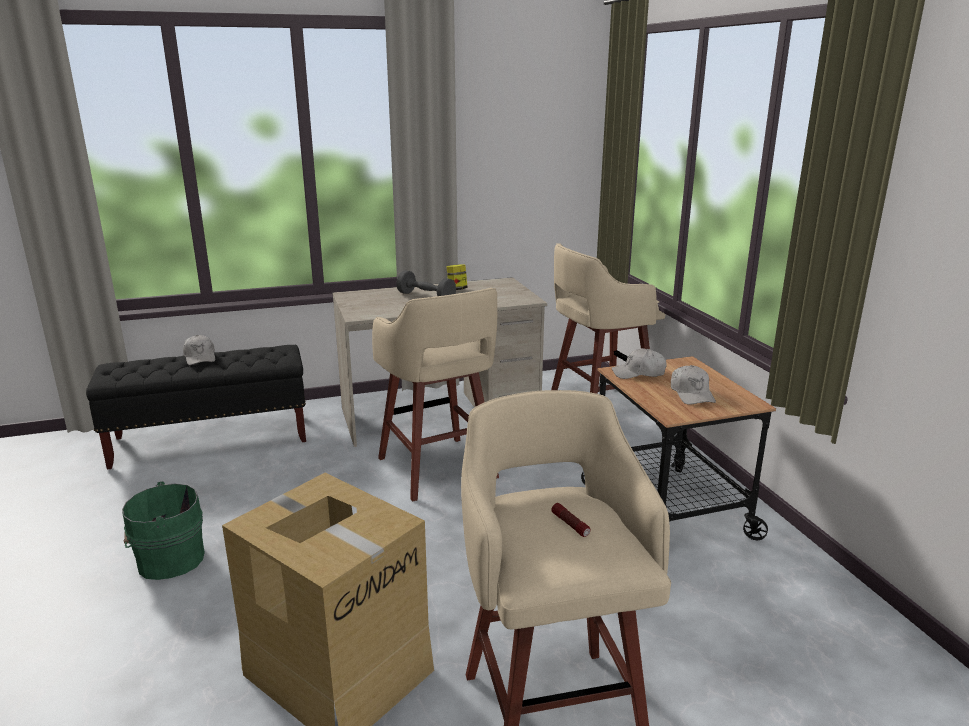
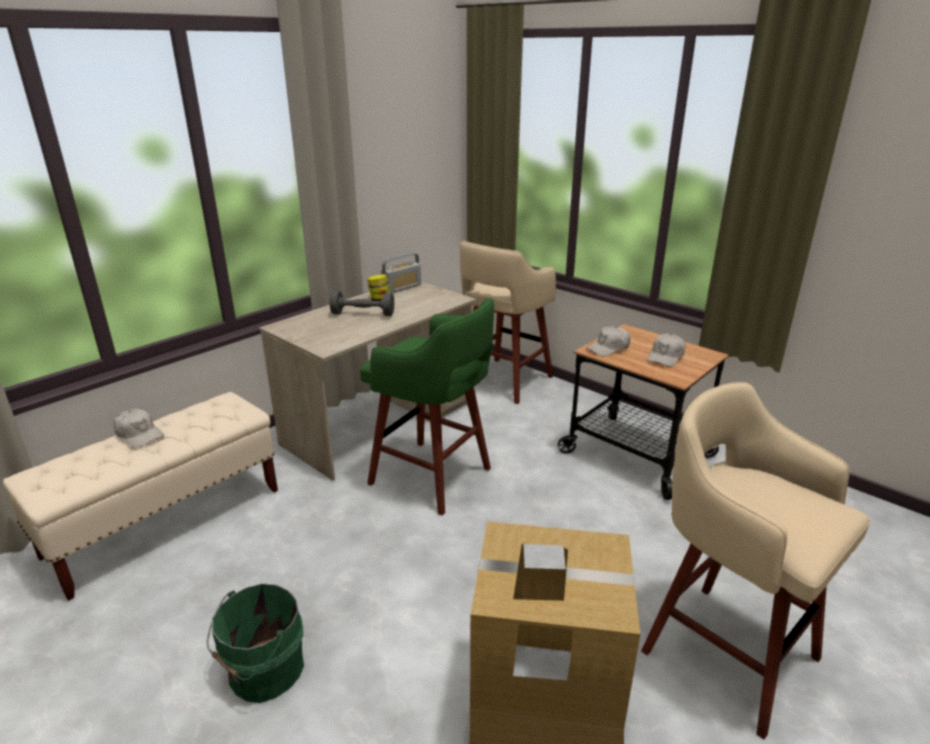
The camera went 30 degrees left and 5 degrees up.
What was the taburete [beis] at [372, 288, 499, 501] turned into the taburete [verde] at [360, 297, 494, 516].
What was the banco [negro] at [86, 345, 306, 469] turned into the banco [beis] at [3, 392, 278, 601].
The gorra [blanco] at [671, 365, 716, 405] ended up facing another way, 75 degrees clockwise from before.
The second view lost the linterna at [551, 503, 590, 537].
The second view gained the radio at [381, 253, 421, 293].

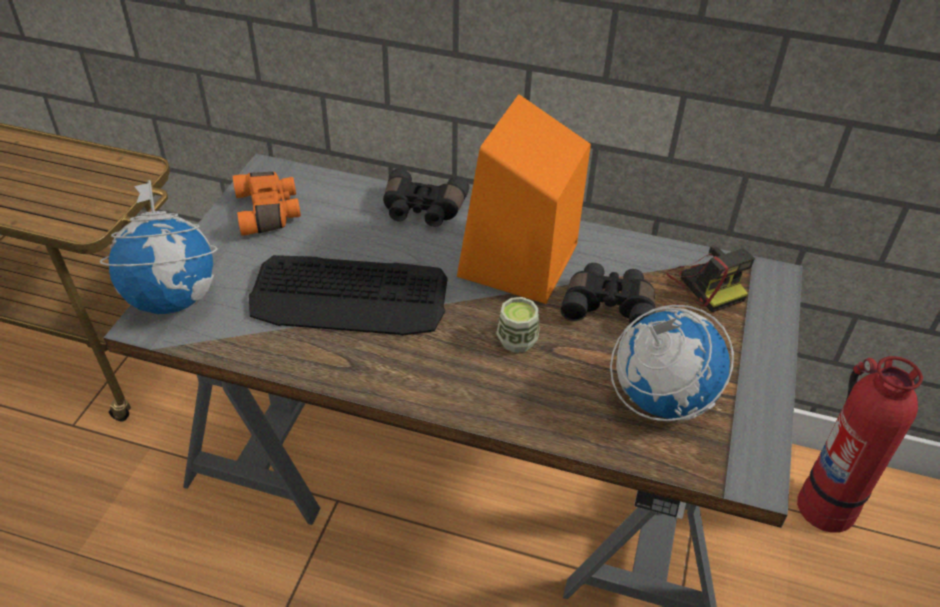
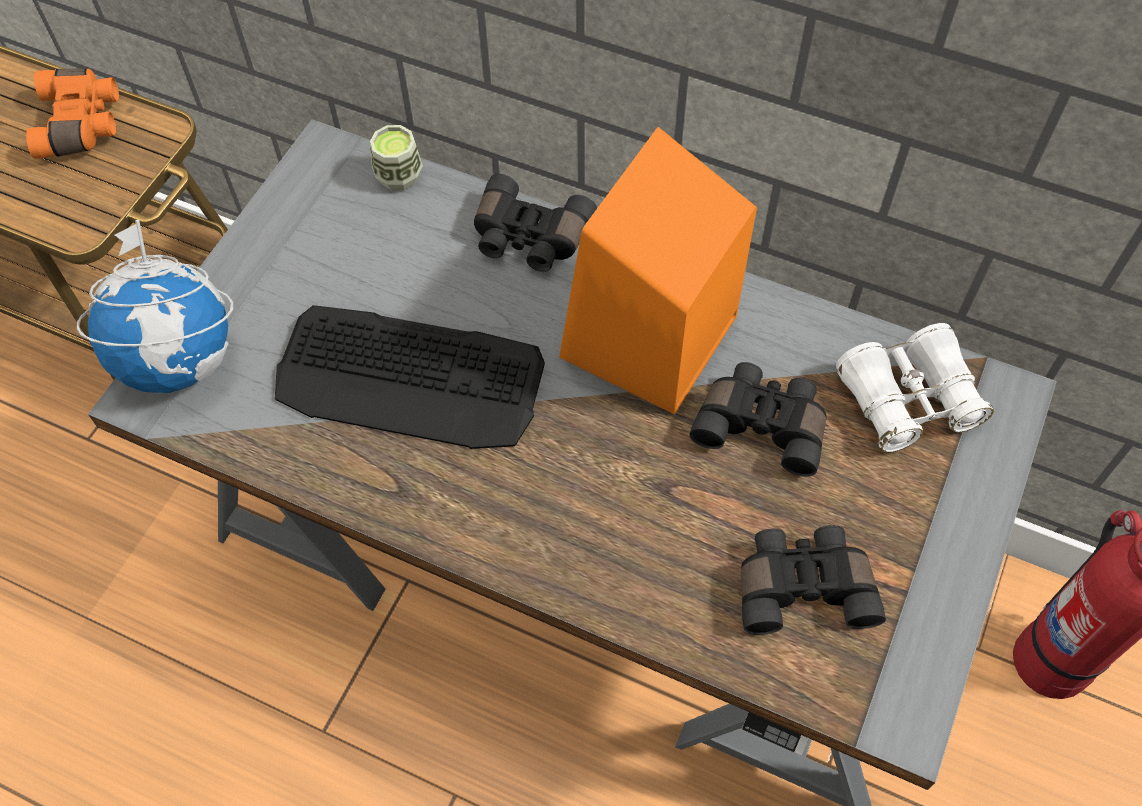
The camera went 10 degrees right and 15 degrees up.
The prismáticos [naranja] ended up elsewhere, having gone from [233, 172, 301, 236] to [26, 69, 119, 159].
Where the cámara stood at [666, 244, 755, 312], the prismáticos [blanco] came to stand at [836, 323, 994, 453].
The taza ended up elsewhere, having gone from [496, 297, 539, 353] to [370, 125, 423, 191].
Where the globo terráqueo stood at [610, 305, 734, 421], the prismáticos [negro] came to stand at [741, 525, 886, 635].

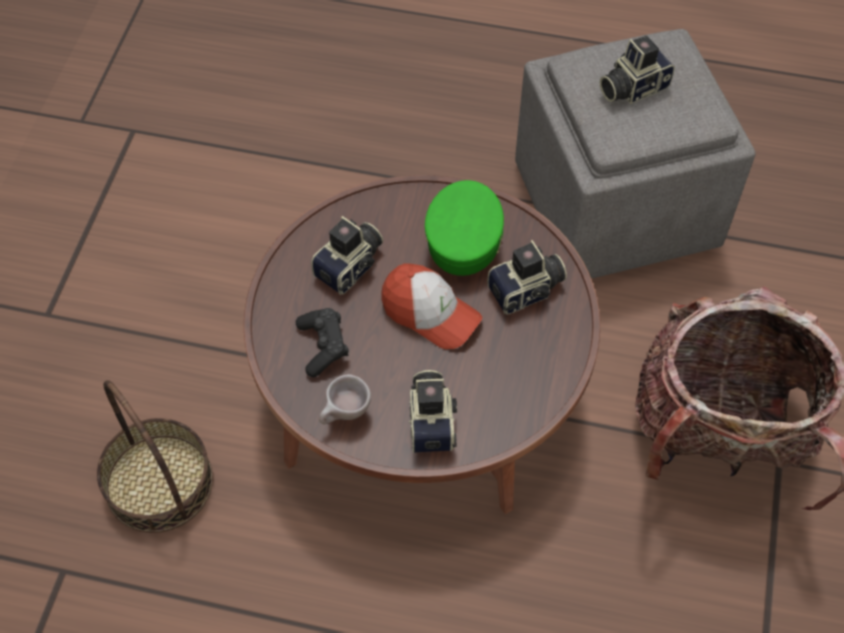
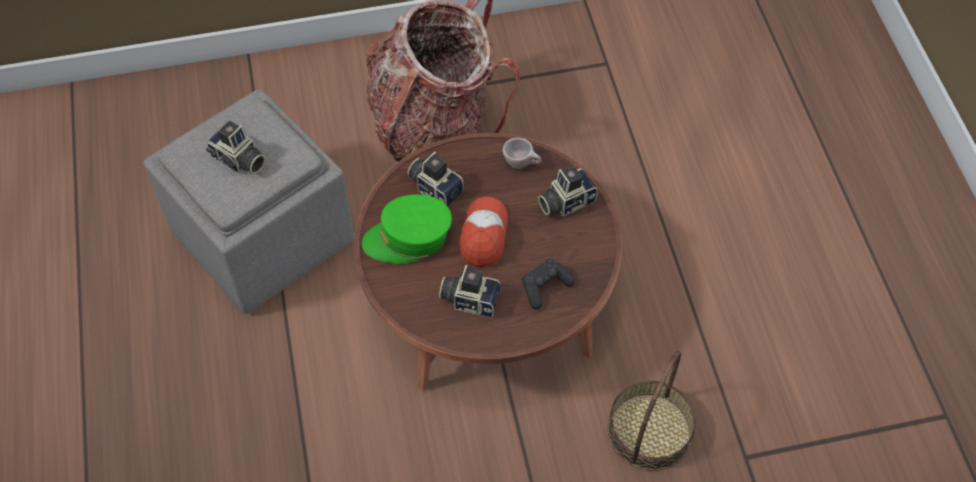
The camera went 115 degrees left and 0 degrees up.
The taza [beis] ended up elsewhere, having gone from [319, 374, 371, 424] to [503, 137, 542, 169].

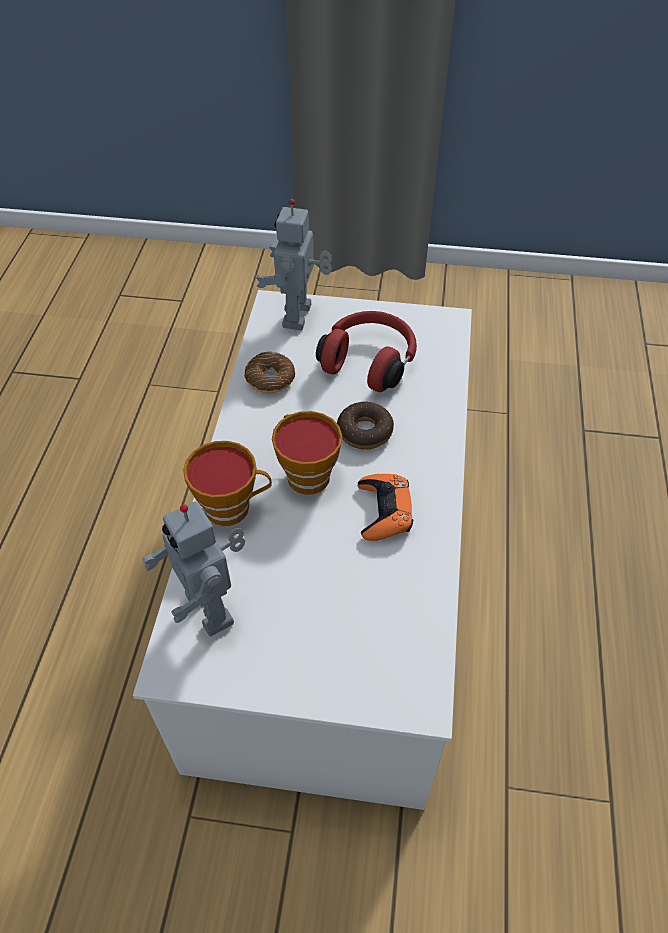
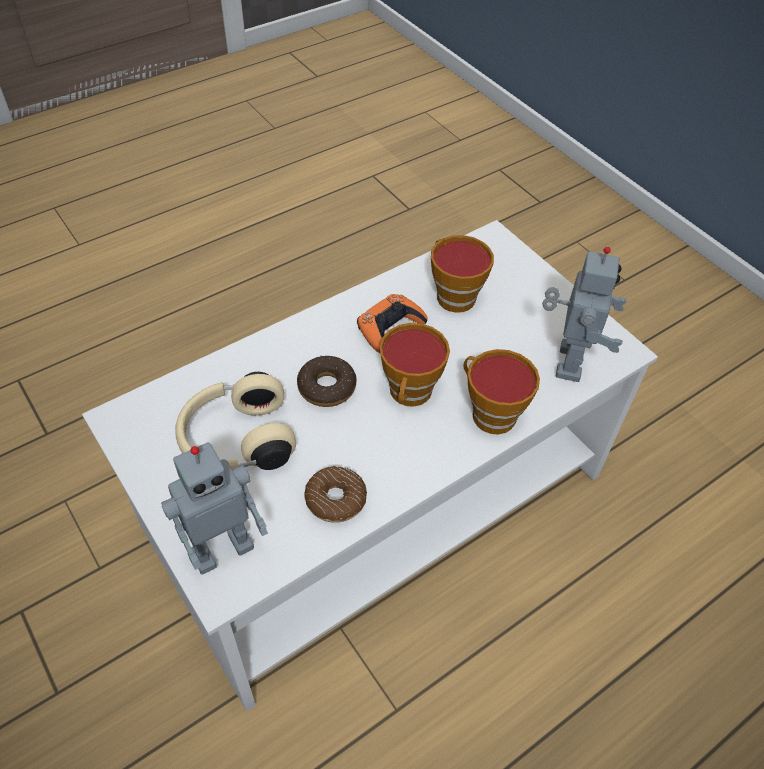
The camera went 135 degrees left and 0 degrees up.
What was the auriculares [rojo] at [316, 311, 417, 392] turned into the auriculares [beis] at [175, 372, 296, 470].
The second view gained the taza at [431, 235, 494, 313].

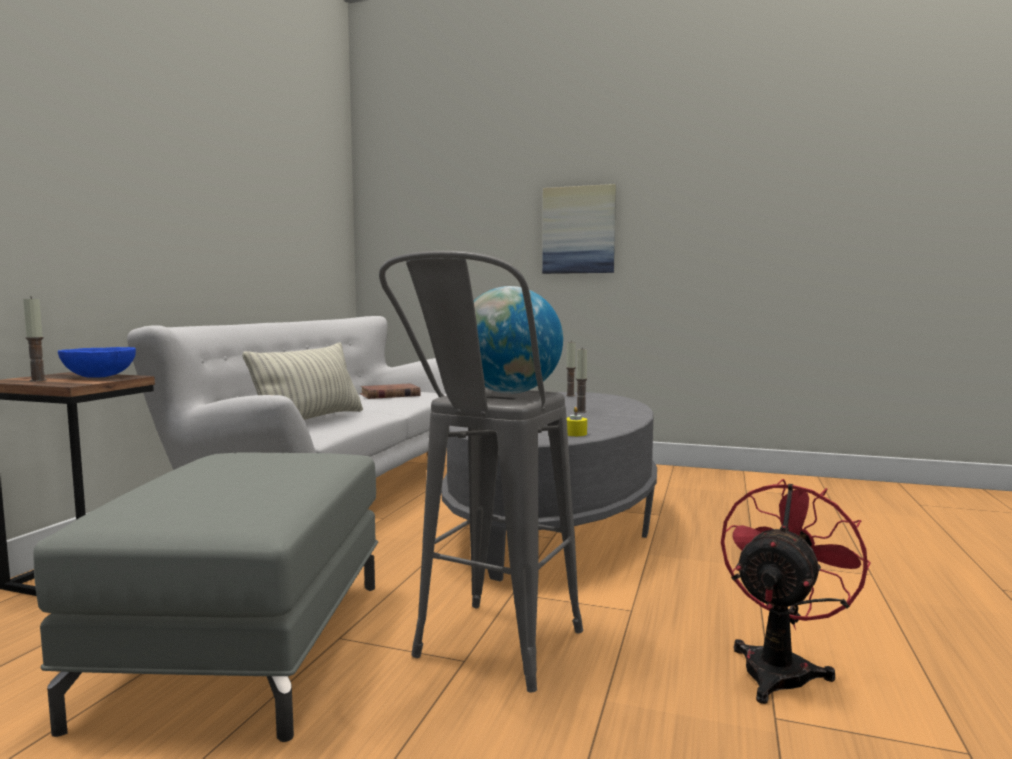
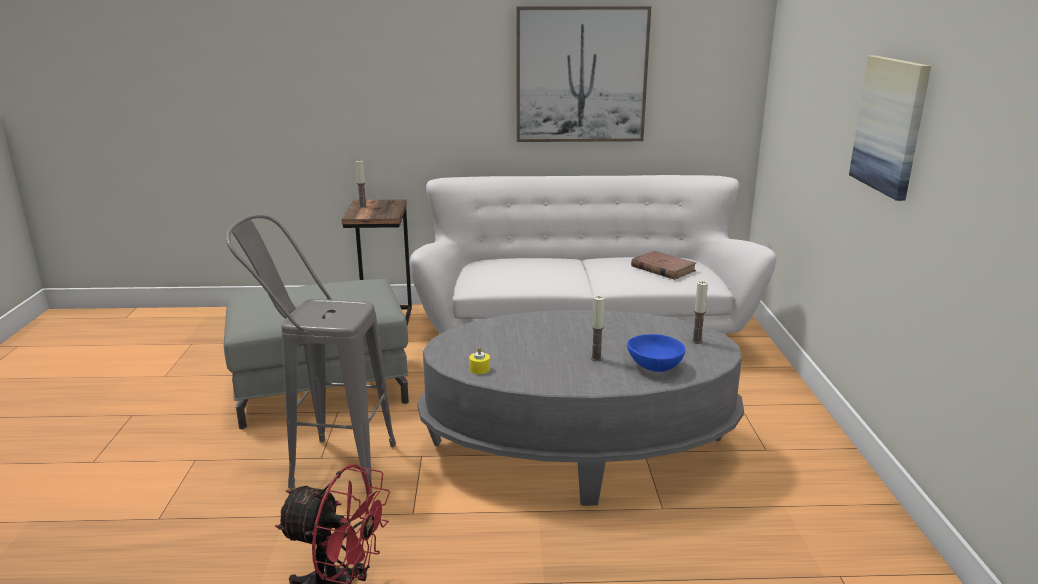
The camera went 70 degrees right and 15 degrees up.
The second view lost the globo terráqueo at [474, 286, 563, 394].
The second view lost the cojín at [242, 342, 363, 420].
The cuenco [azul] ended up elsewhere, having gone from [58, 347, 136, 378] to [627, 334, 685, 372].
The second view gained the cuadro at [517, 6, 651, 142].

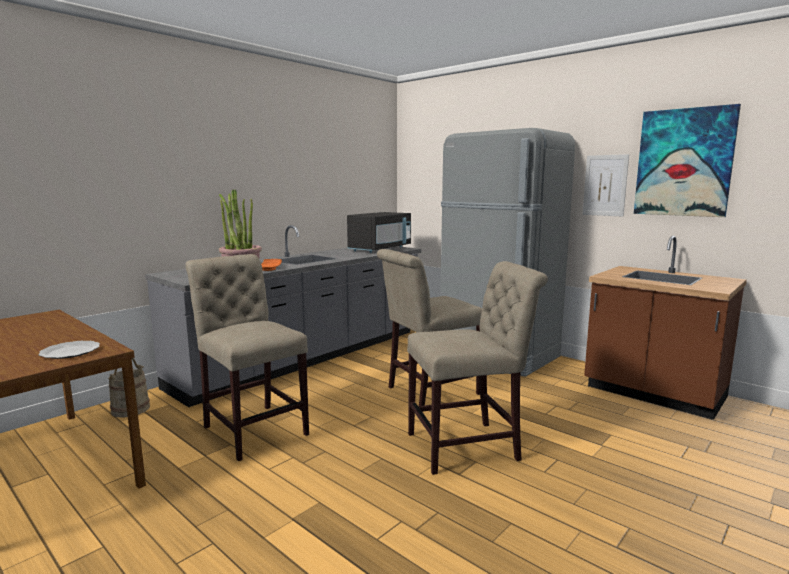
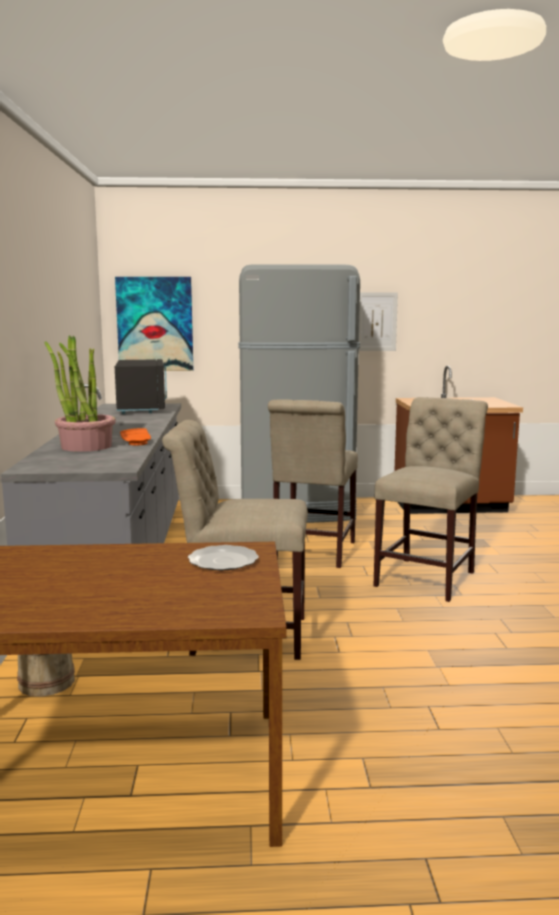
The camera went 45 degrees left and 0 degrees up.
The cuadro ended up elsewhere, having gone from [634, 104, 741, 217] to [115, 277, 193, 371].

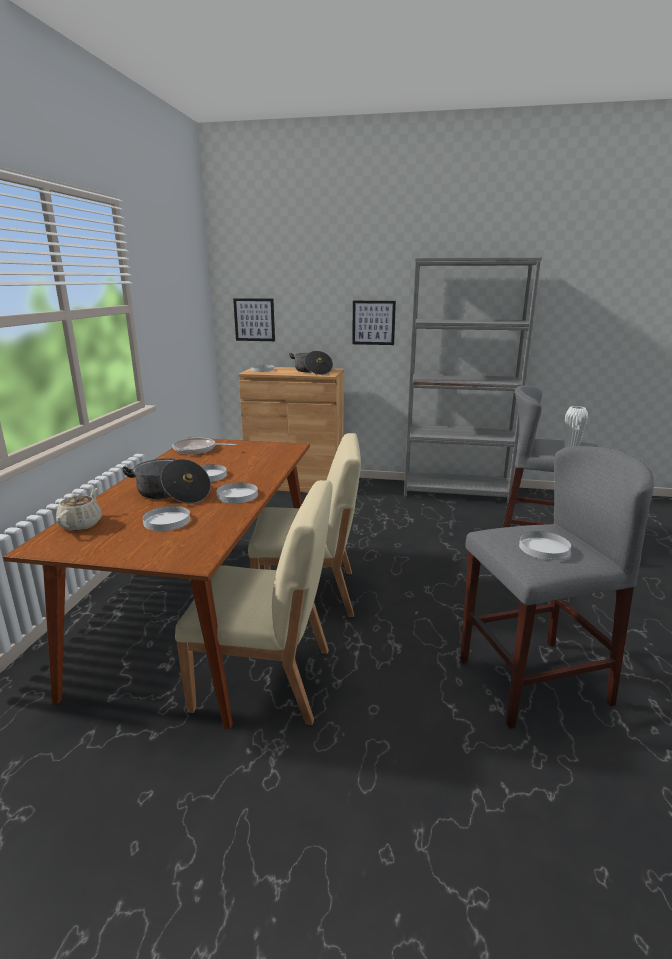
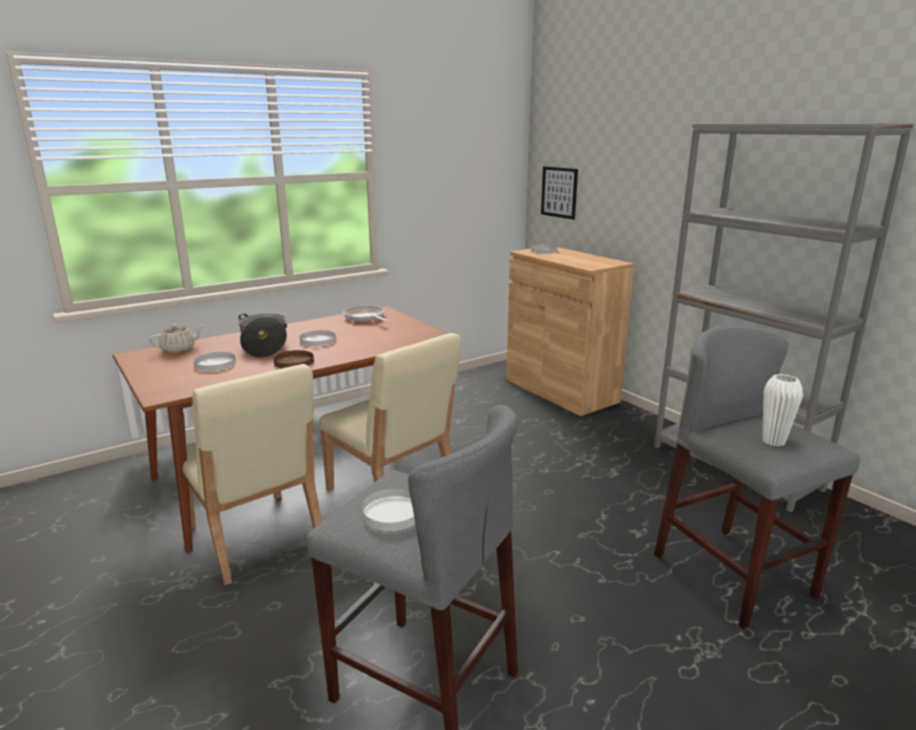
The camera went 45 degrees right and 0 degrees up.
The second view lost the cuadro at [352, 301, 396, 345].
The second view lost the olla at [289, 351, 333, 375].
What was the plato [blanco] at [217, 482, 258, 503] turned into the plato [marrón] at [274, 350, 314, 369].

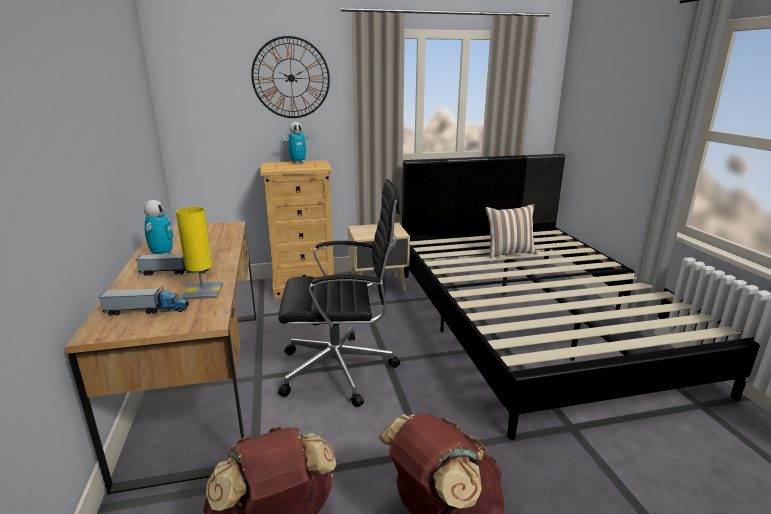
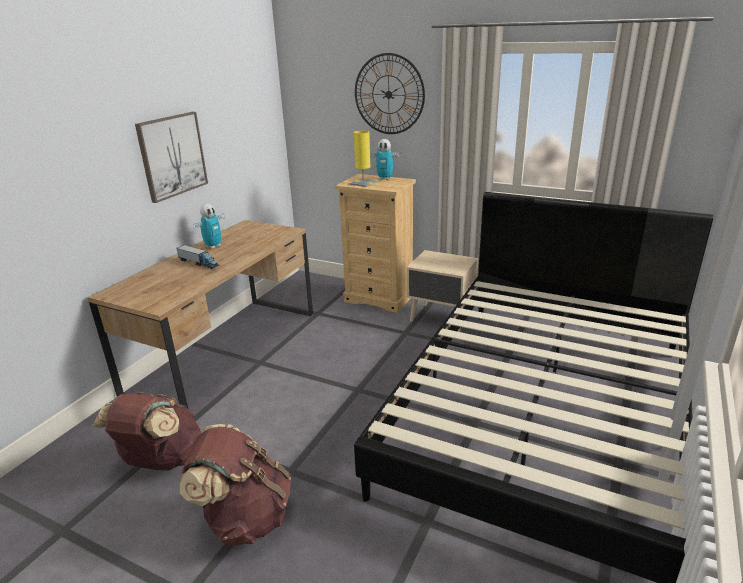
The camera went 40 degrees right and 5 degrees up.
The second view lost the silla de oficina [negro] at [278, 179, 400, 407].
The second view lost the cojín at [485, 204, 537, 258].
The lámpara de mesa [amarillo] ended up elsewhere, having gone from [176, 207, 223, 300] to [350, 131, 377, 187].
The second view lost the camión de juguete at [99, 287, 189, 316].
The second view gained the cuadro at [135, 112, 208, 203].

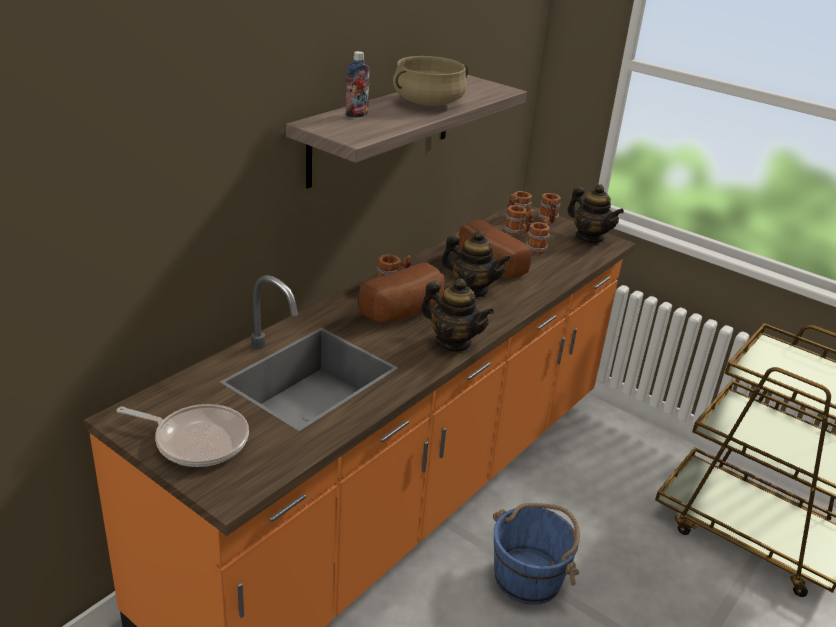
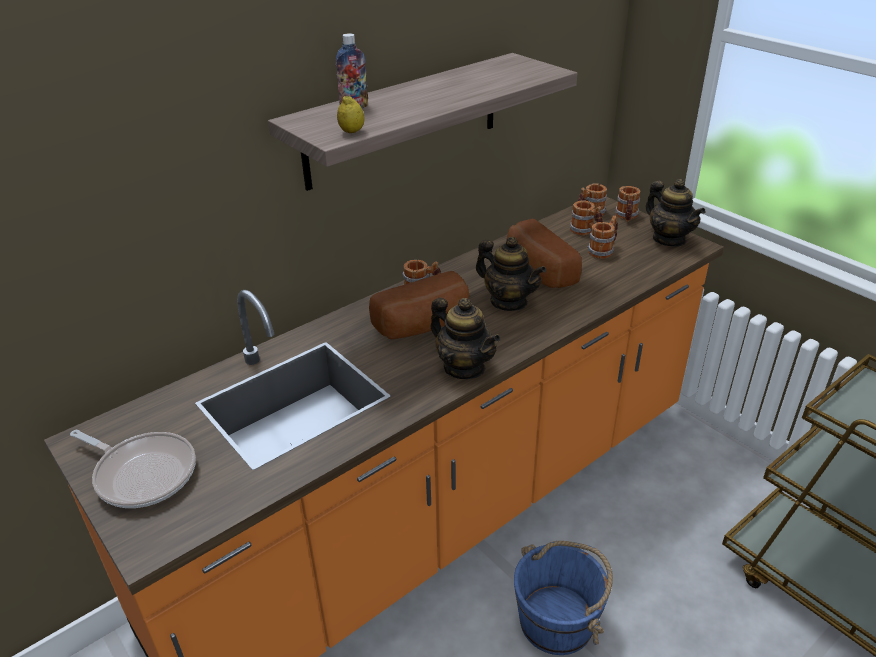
The camera went 15 degrees right and 5 degrees up.
The second view lost the olla [beis] at [393, 56, 468, 106].
The second view gained the limón at [337, 95, 365, 133].

